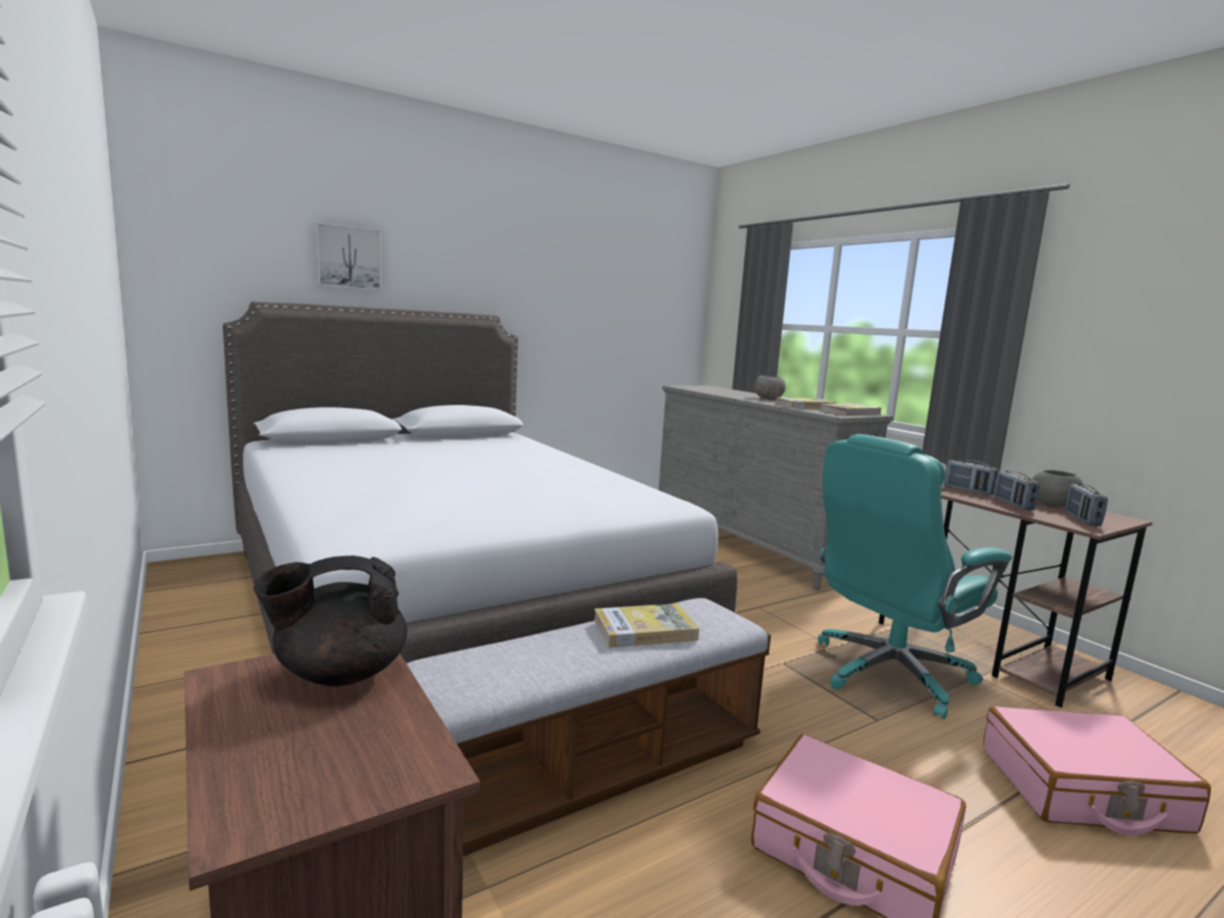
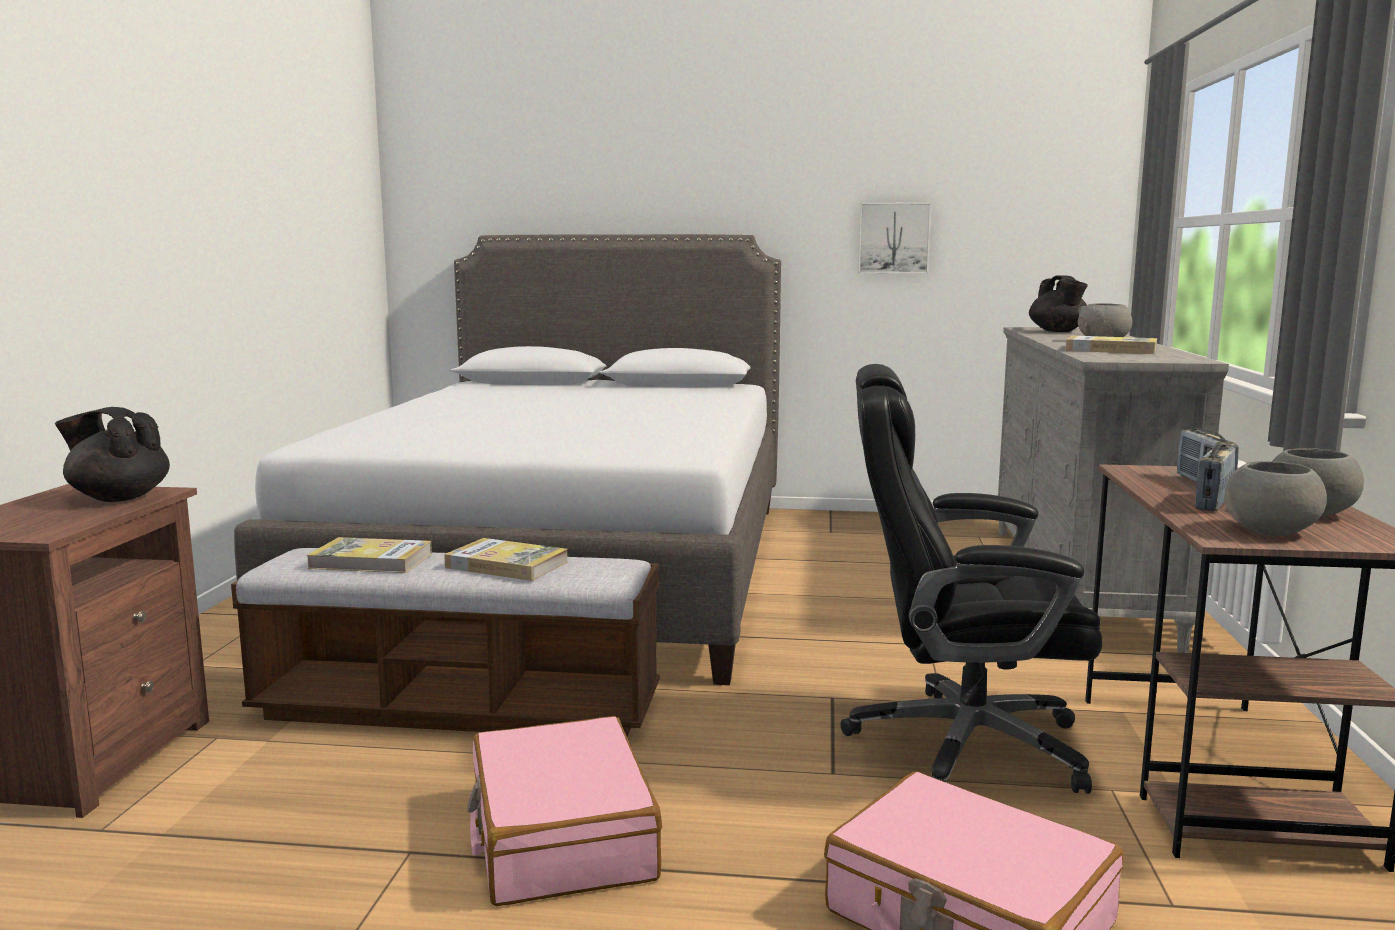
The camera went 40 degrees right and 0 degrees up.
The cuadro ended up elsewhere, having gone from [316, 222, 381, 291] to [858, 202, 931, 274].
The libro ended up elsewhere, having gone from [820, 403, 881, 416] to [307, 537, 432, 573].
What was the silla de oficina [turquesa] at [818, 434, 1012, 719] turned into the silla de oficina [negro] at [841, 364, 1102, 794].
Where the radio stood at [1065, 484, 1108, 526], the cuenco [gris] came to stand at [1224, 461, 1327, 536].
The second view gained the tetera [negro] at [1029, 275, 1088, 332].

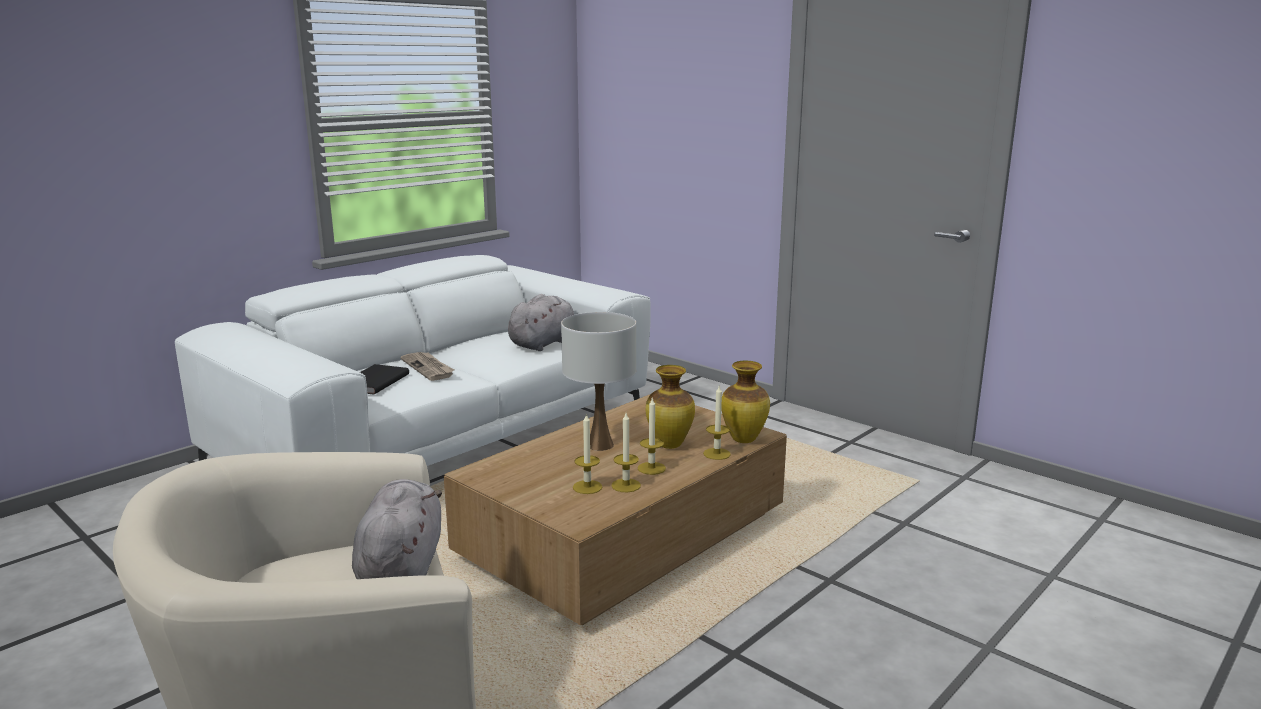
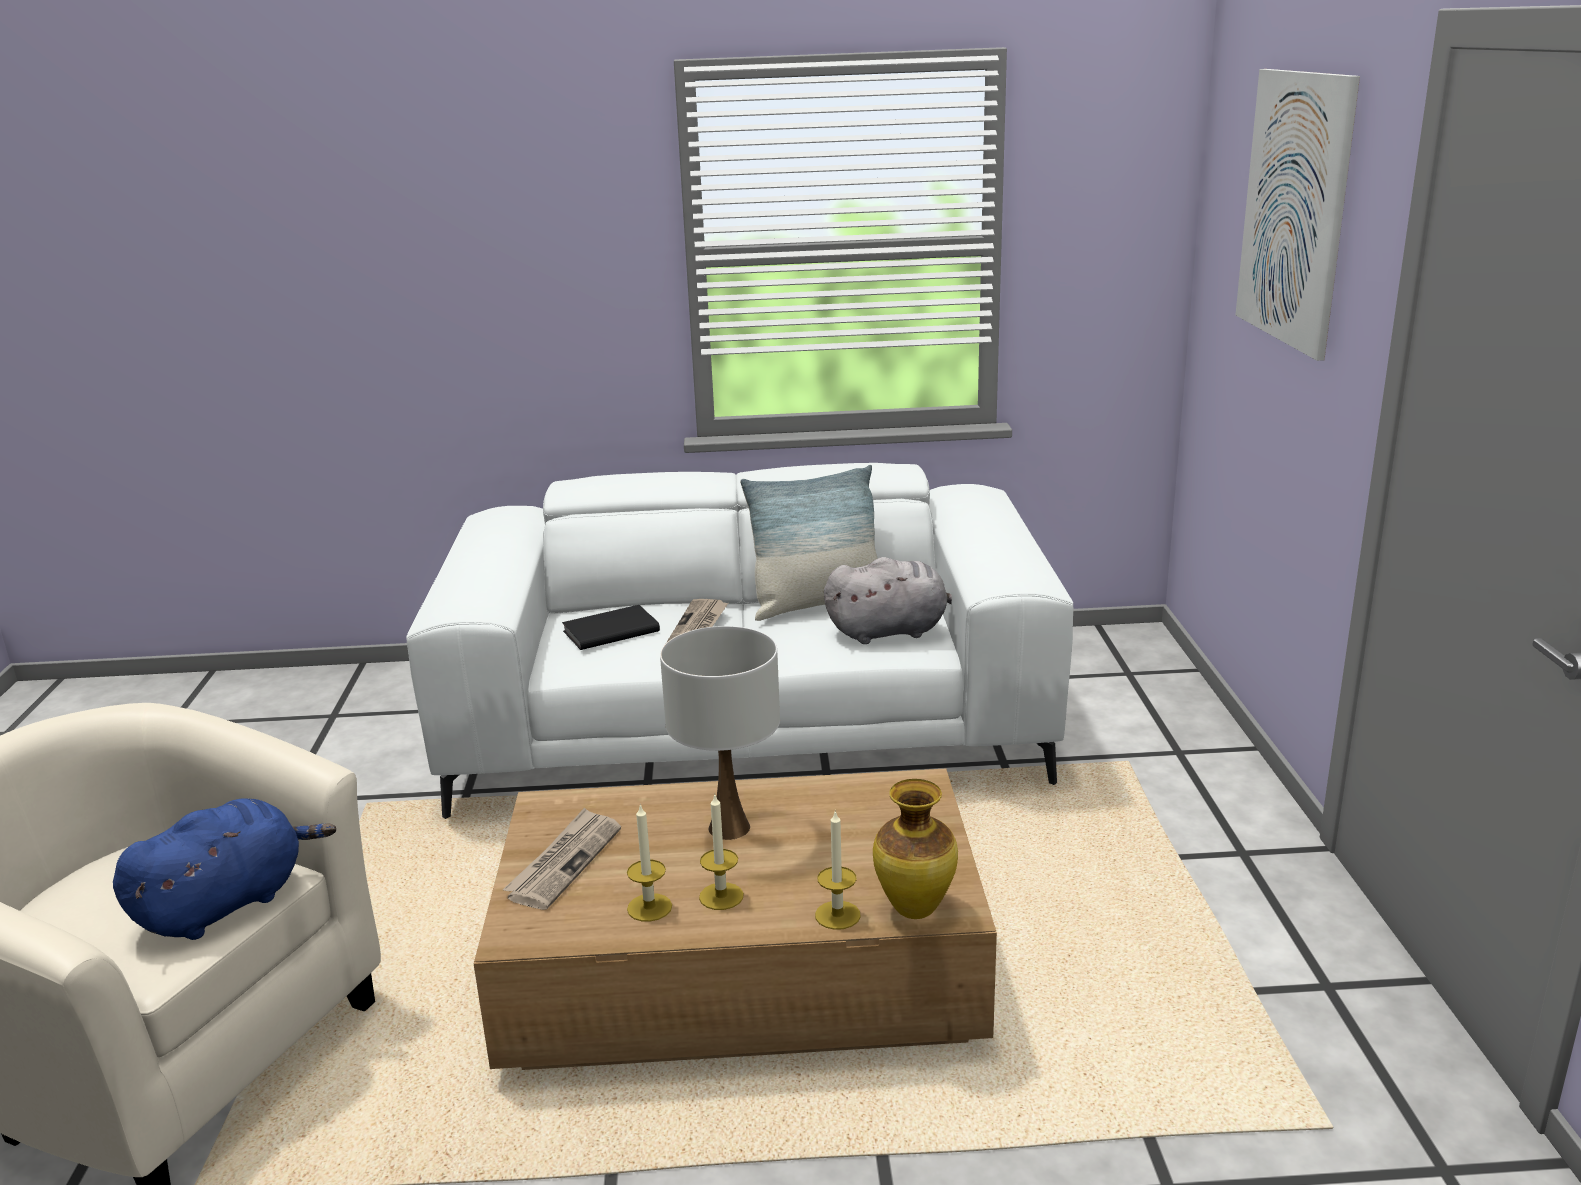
The camera went 45 degrees right and 5 degrees up.
The second view lost the florero at [646, 365, 695, 449].
The second view lost the vela at [573, 413, 602, 494].
What was the peluche [gris] at [352, 479, 442, 579] turned into the peluche [azul] at [113, 798, 336, 940].
The second view gained the cuadro at [1236, 69, 1360, 361].
The second view gained the cojín at [740, 465, 878, 621].
The second view gained the periódico at [503, 808, 621, 910].

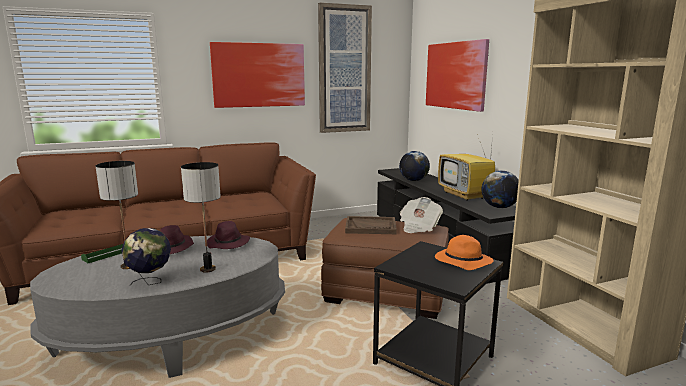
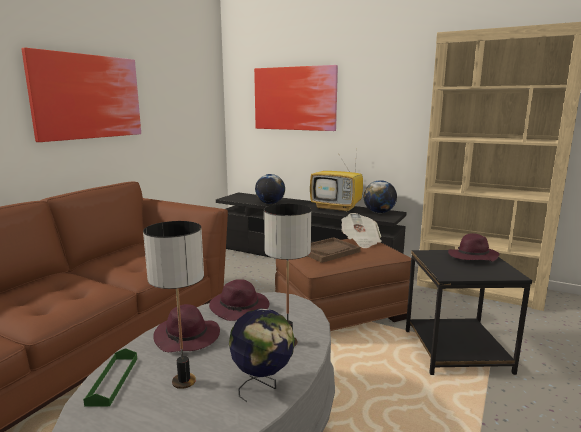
The camera went 40 degrees left and 0 degrees up.
The second view lost the cuadro at [318, 3, 372, 133].
What was the sombrero [naranja] at [435, 235, 493, 270] turned into the sombrero [morado] at [448, 233, 500, 262].

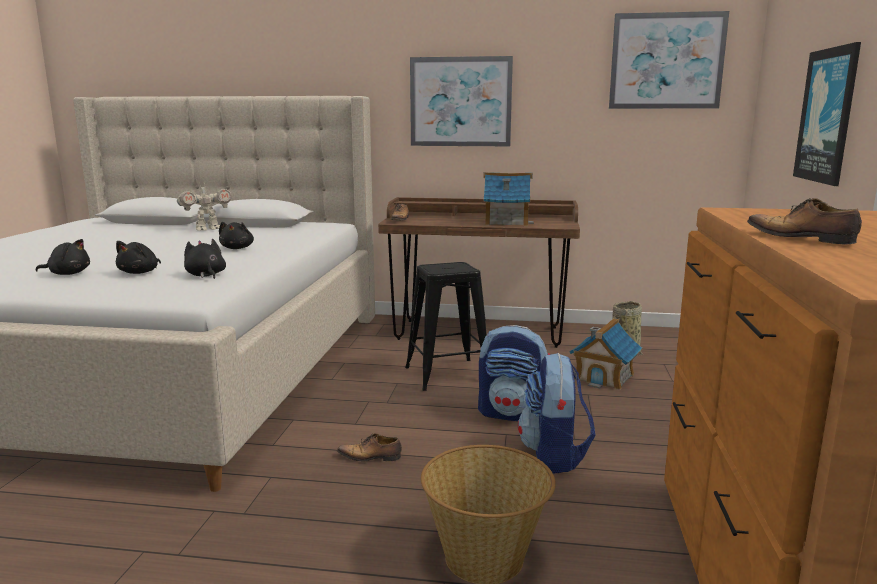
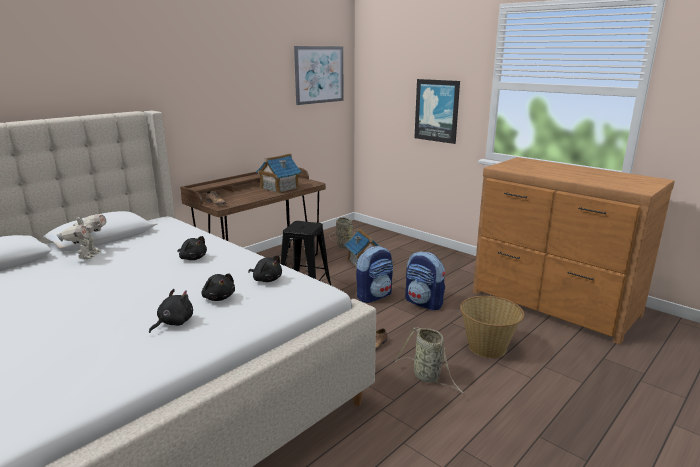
The camera went 55 degrees left and 5 degrees up.
The second view lost the cuadro at [410, 56, 513, 146].
The second view lost the zapato at [747, 198, 862, 244].
The peluche [negro] at [184, 239, 226, 279] ended up facing another way, 150 degrees counterclockwise from before.
The second view gained the cesta at [395, 327, 464, 393].

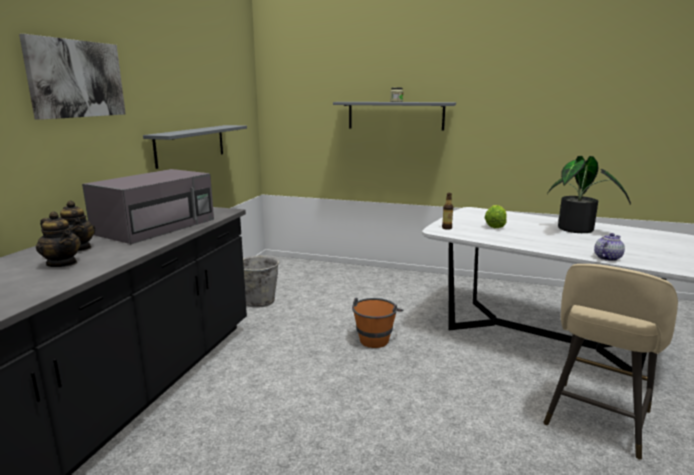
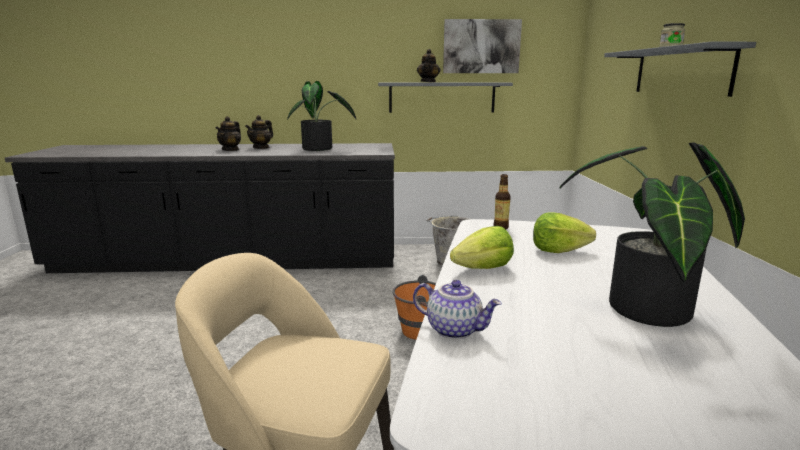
The camera went 70 degrees right and 0 degrees up.
The cuadro ended up elsewhere, having gone from [19, 34, 126, 120] to [443, 19, 522, 73].
Where the microondas [gris] stood at [82, 169, 214, 244], the planta en maceta came to stand at [287, 81, 356, 151].
The second view gained the tetera at [417, 49, 440, 82].
The second view gained the lechuga at [450, 226, 514, 269].

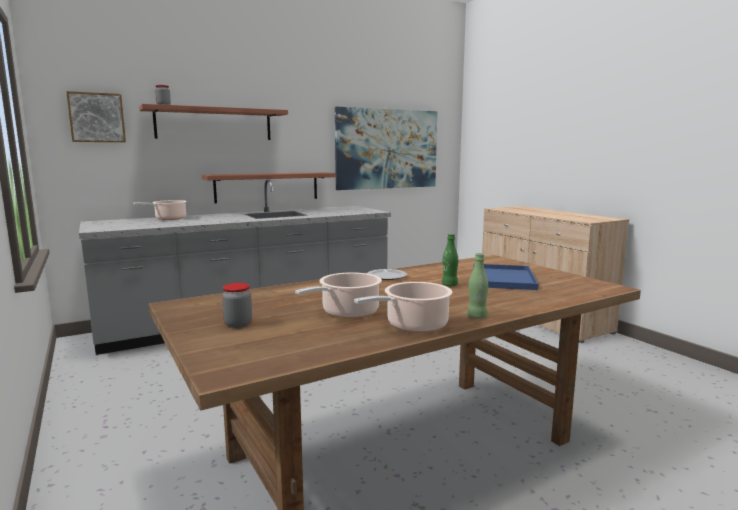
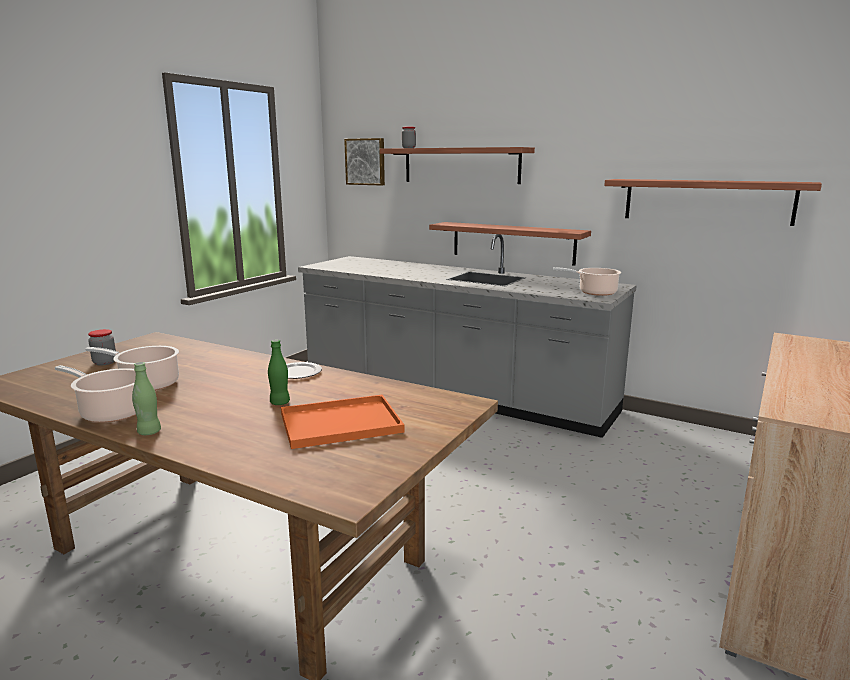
The camera went 60 degrees right and 5 degrees up.
Where the cuadro hung at [335, 107, 437, 190], the estante came to hang at [604, 179, 822, 226].
The olla ended up elsewhere, having gone from [133, 200, 187, 220] to [553, 267, 621, 296].
What was the bandeja [azul] at [473, 264, 539, 290] turned into the bandeja [naranja] at [281, 395, 405, 449].

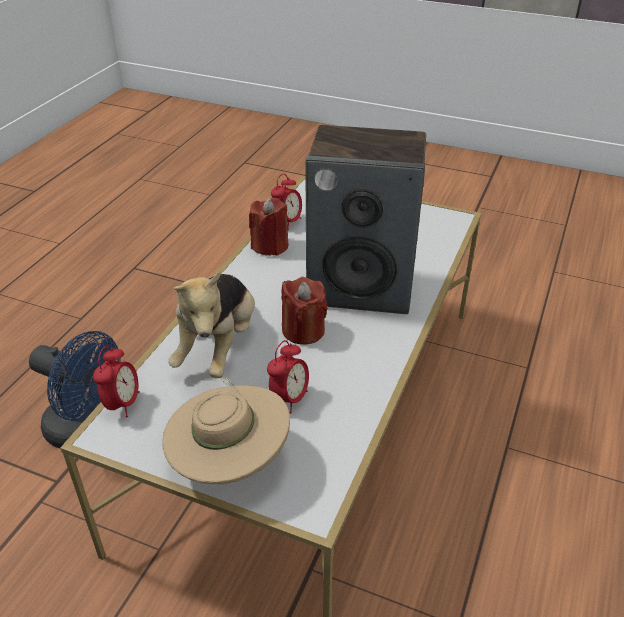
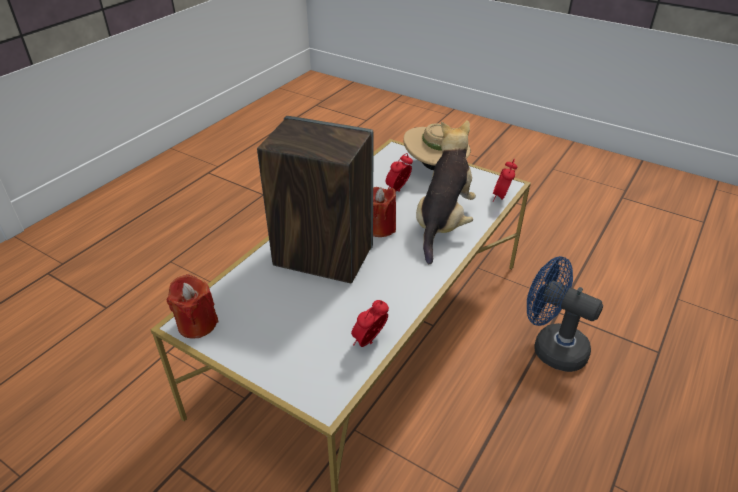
The camera went 170 degrees left and 0 degrees up.
The vela [rojo] ended up elsewhere, having gone from [249, 198, 289, 256] to [167, 274, 219, 339].

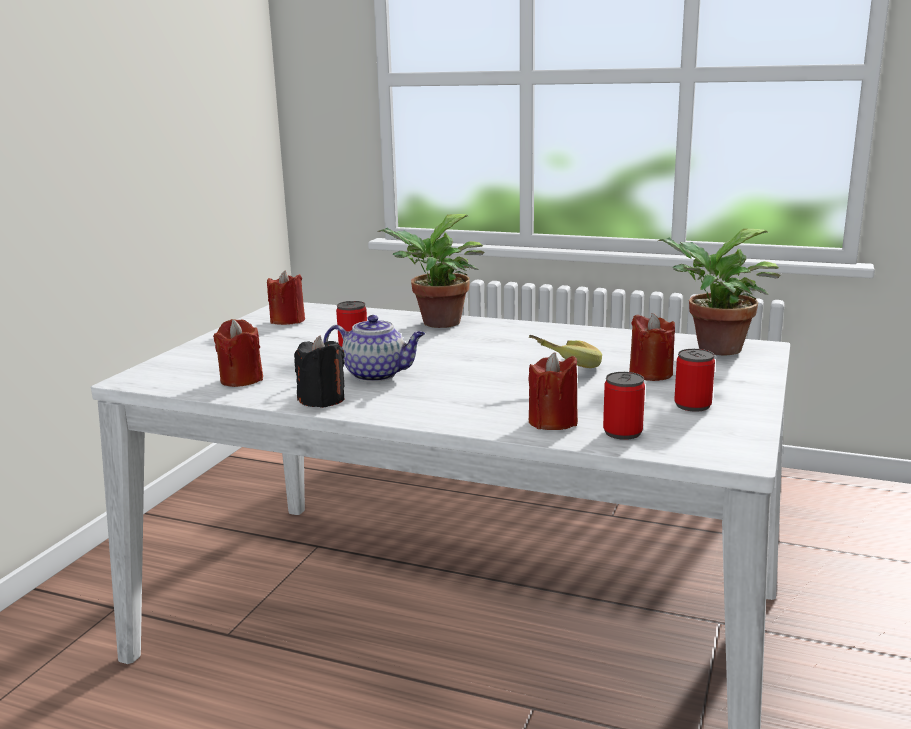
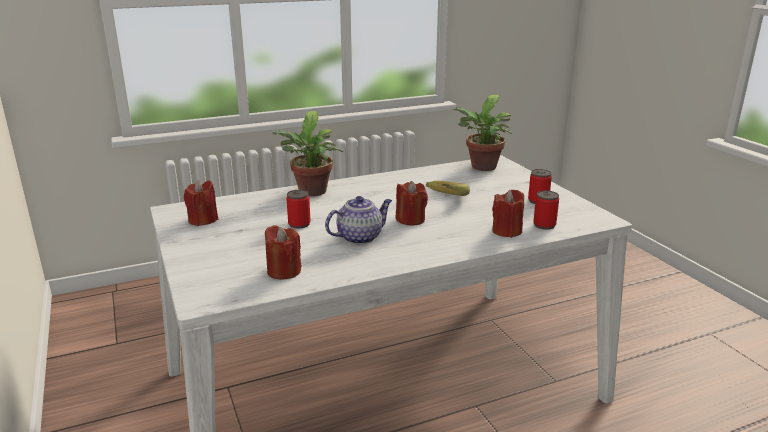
The camera went 45 degrees left and 5 degrees up.
The vela [rojo] ended up elsewhere, having gone from [629, 313, 675, 381] to [396, 181, 428, 226].
The second view lost the vela [negro] at [294, 335, 345, 408].

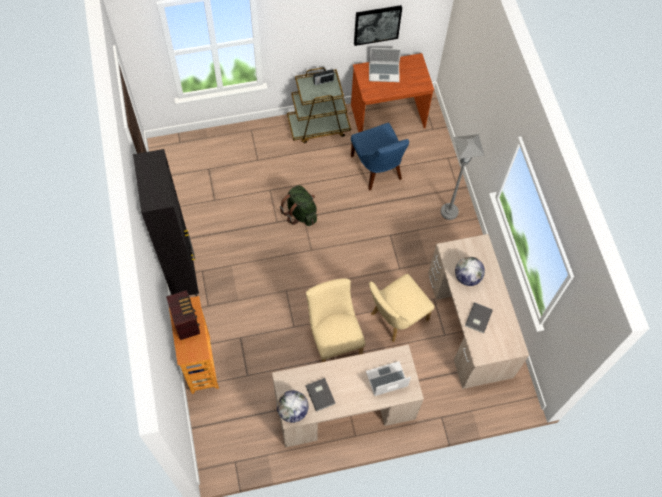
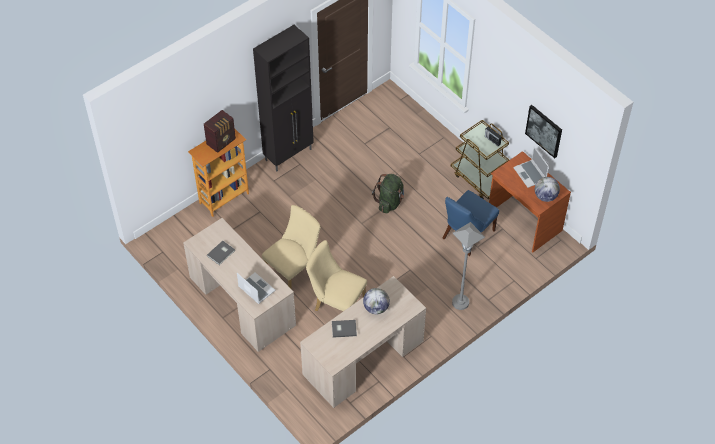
The camera went 65 degrees right and 10 degrees down.
The globo terráqueo ended up elsewhere, having gone from [277, 390, 309, 423] to [535, 177, 560, 202].

